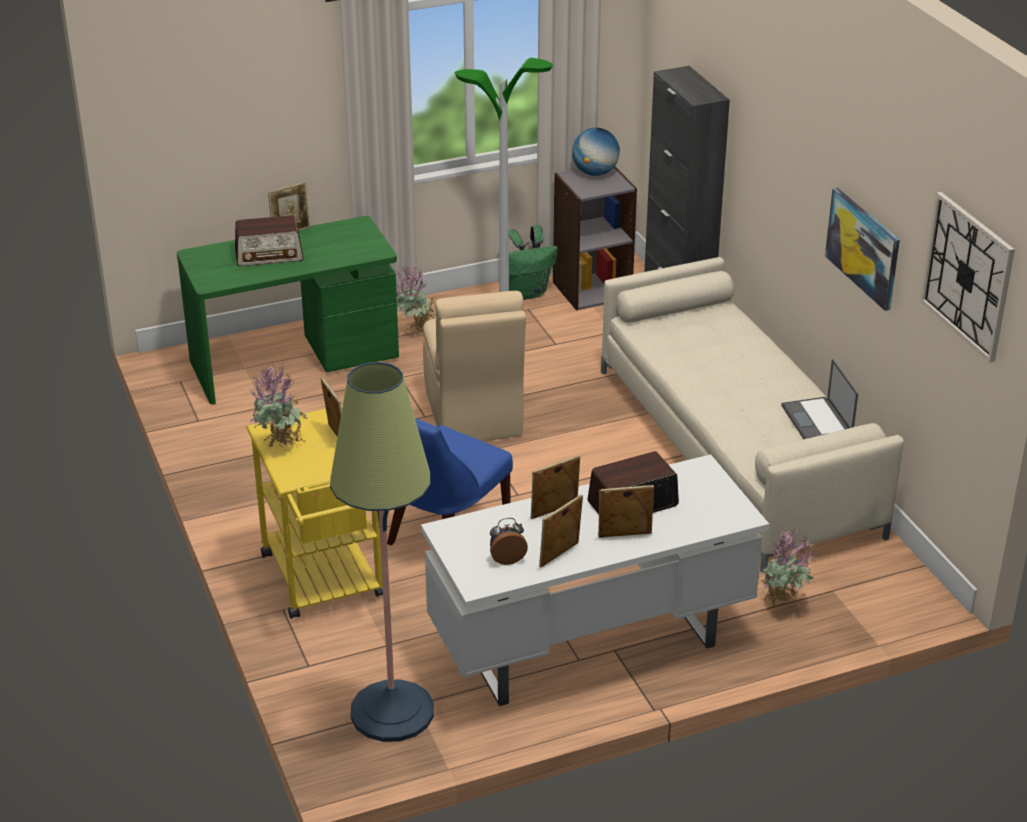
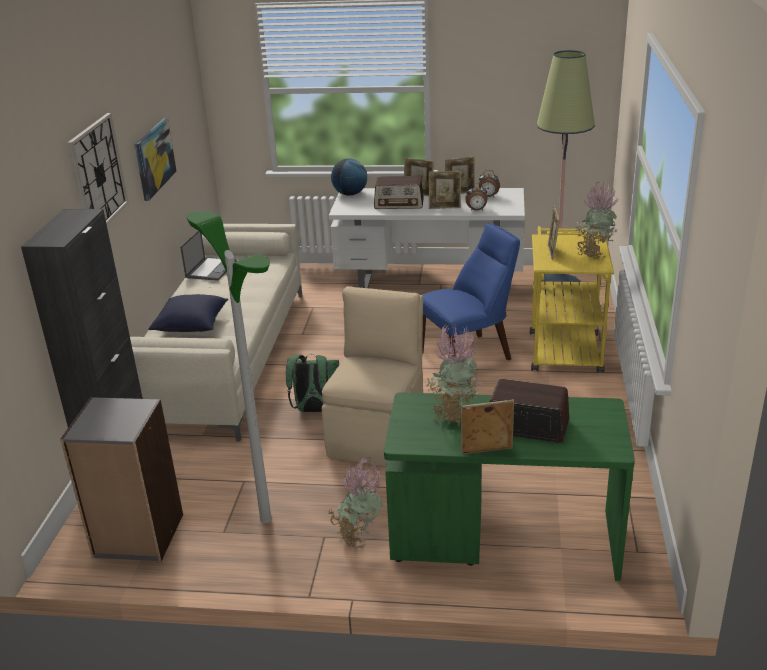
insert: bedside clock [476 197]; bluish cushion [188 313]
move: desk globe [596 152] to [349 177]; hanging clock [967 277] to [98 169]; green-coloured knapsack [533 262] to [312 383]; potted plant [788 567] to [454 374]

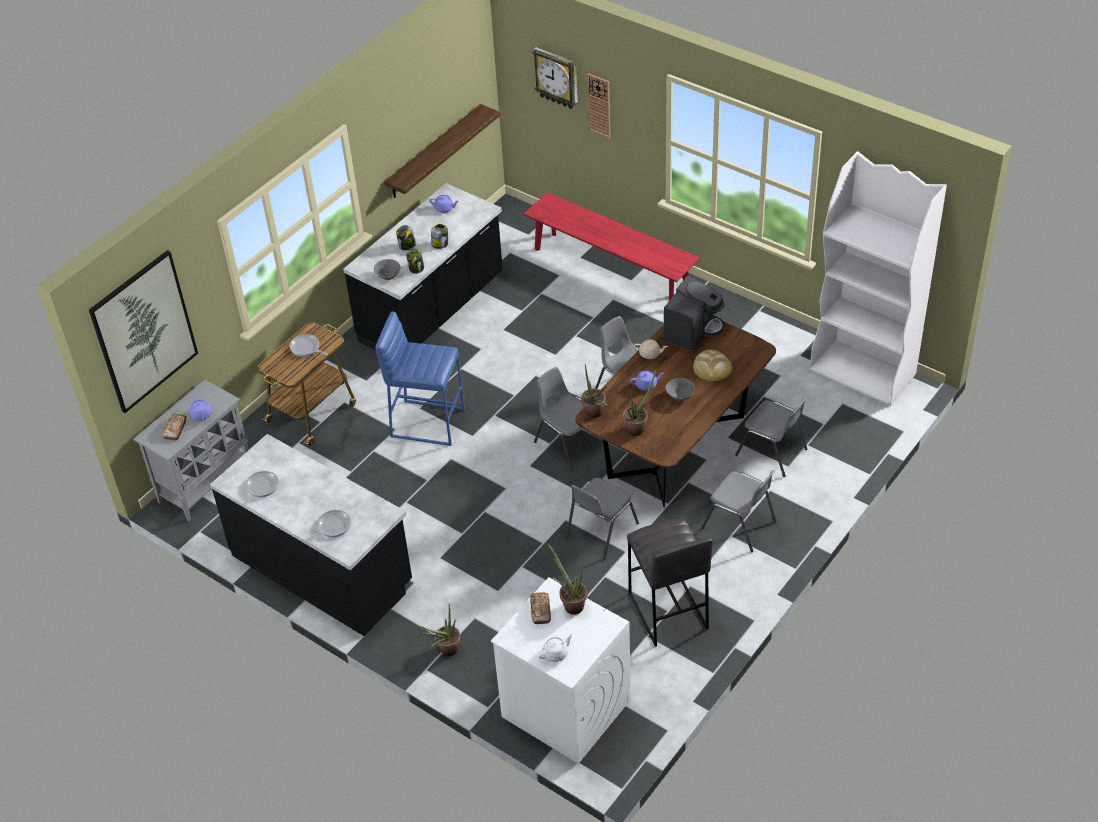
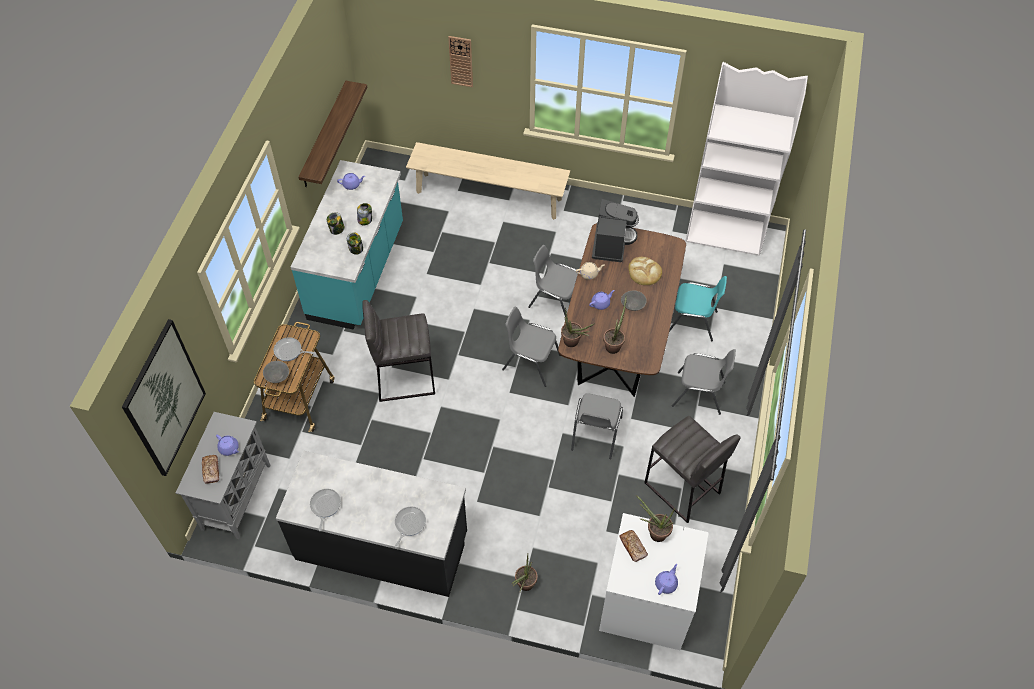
delete: hanging clock [555 78]
move: grey deep dish [387 269] to [276 372]
recolor: black-coloured counter [423 266] to turquoise counter [347 245]; reddish bench [612 246] to beige bench [488 181]; bluish stool seat [420 379] to grey stool seat [398 351]; grey chair [771 436] to turquoise chair [698 308]; whitish pot for tea [556 648] to purple pot for tea [666 579]

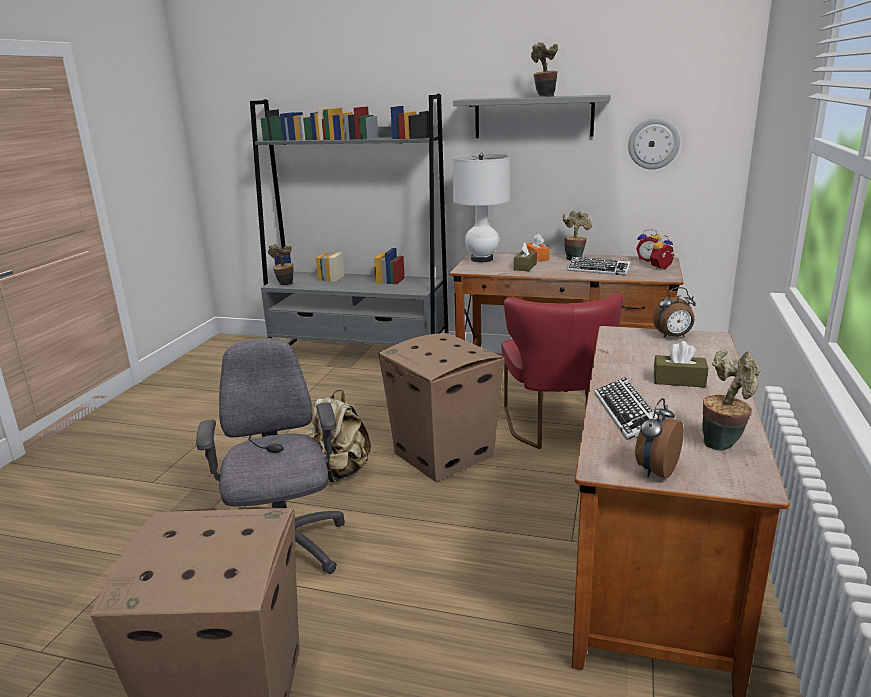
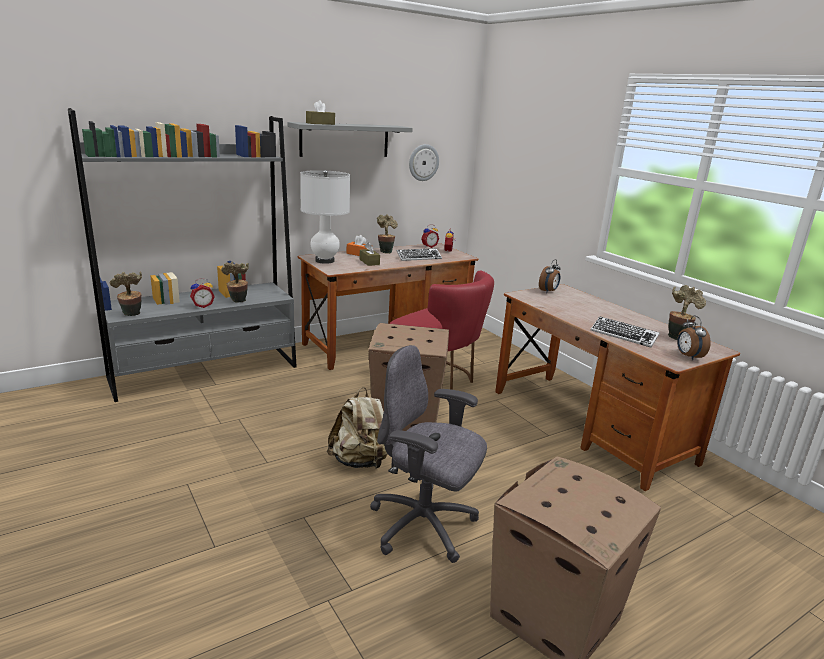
insert: bedside clock [202 293]
move: potted plant [544 69] to [235 281]; brownish box of tissues [681 364] to [320 112]

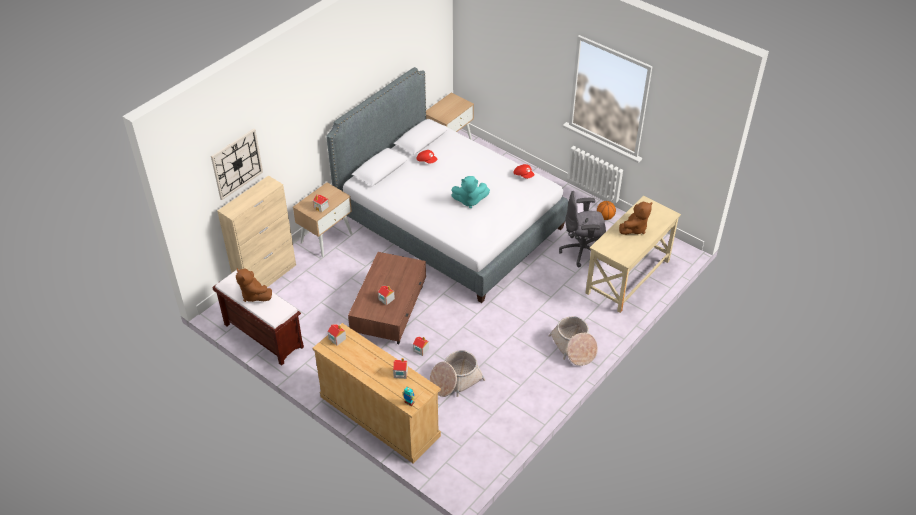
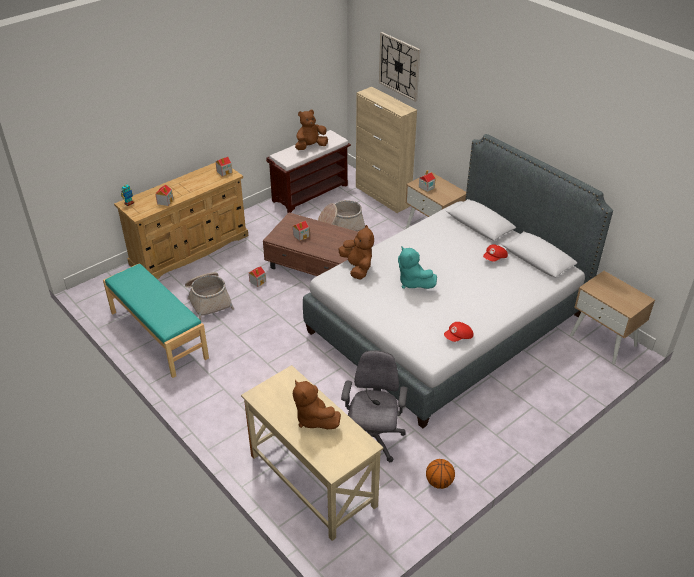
insert: brownish soft toy [356 252]; turquoise bench [156 321]
move: storage basket [573 341] to [341 216]
rotate: turquoise soft toy [470 192] = [417 268] 45 degrees counterclockwise

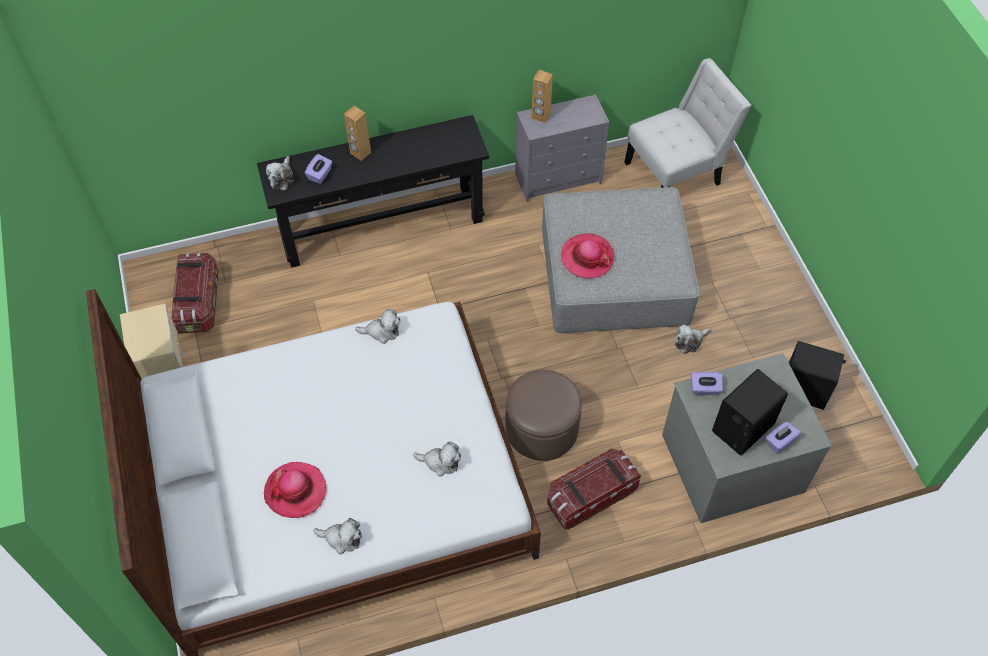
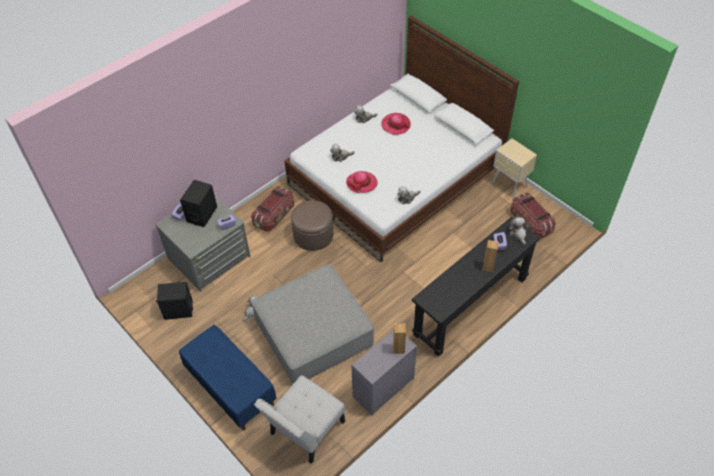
insert: bluish bench [227 378]
move: hat [587 255] to [362 182]

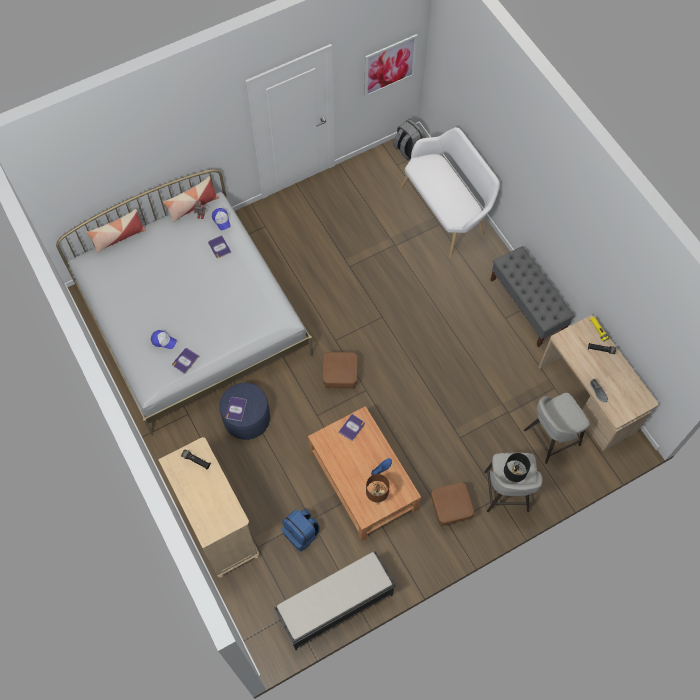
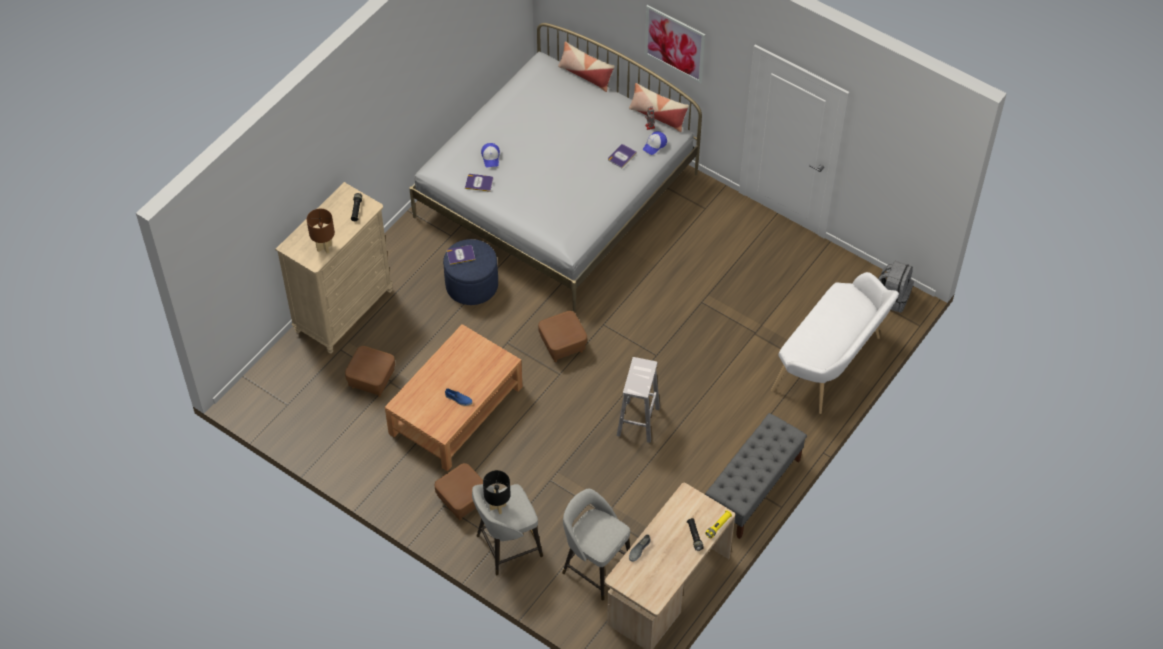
delete: volume [351 427]; black-coloured bench [335 600]
insert: whitish stool seat [638 400]
move: picture [391 65] to [675 44]; brownish lamp for a table [378 489] to [321 231]
replace: bluish knapsack [300 530] to brownish ottoman [370 371]

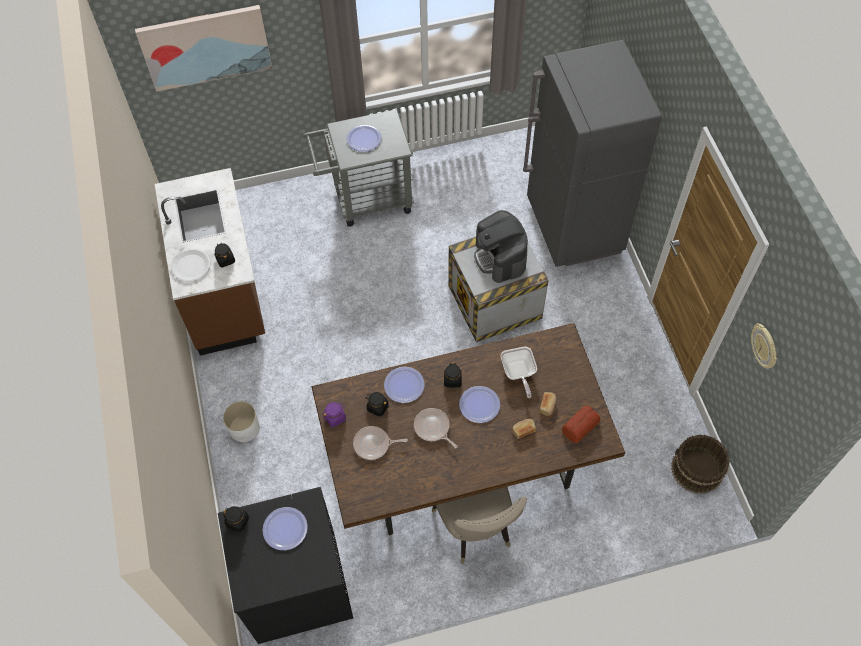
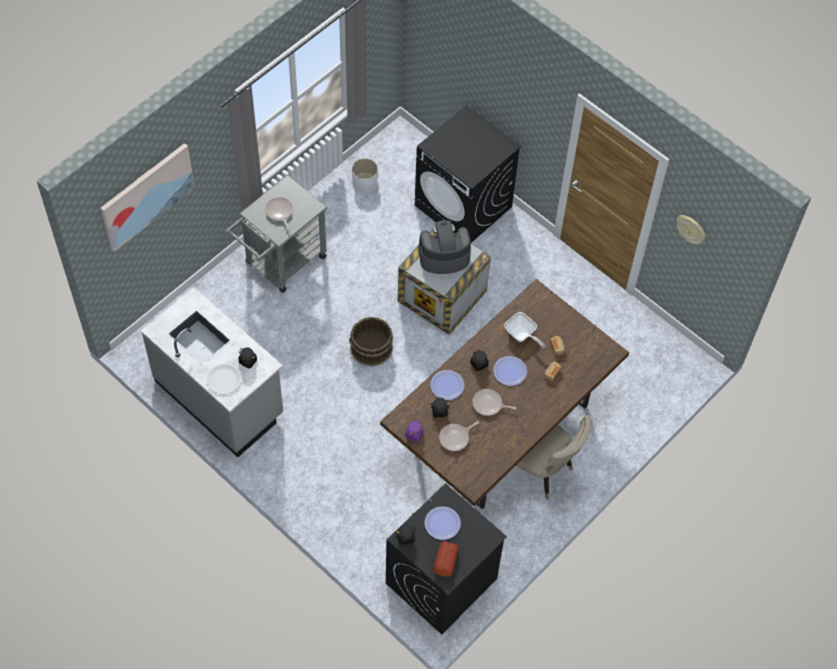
move: whitish planter [241 422] to [365 175]; bread [581 424] to [446 559]; brownish pail [700 464] to [371 341]
replace: grey refrigerator [592 153] to black-coloured laundry appliance [468 174]; plate [364 138] to frying pan [279 213]
recolor: brownish counter [210 261] to grey counter [212 372]
rotate: coffee brewer [501 246] = [445 247] 135 degrees clockwise

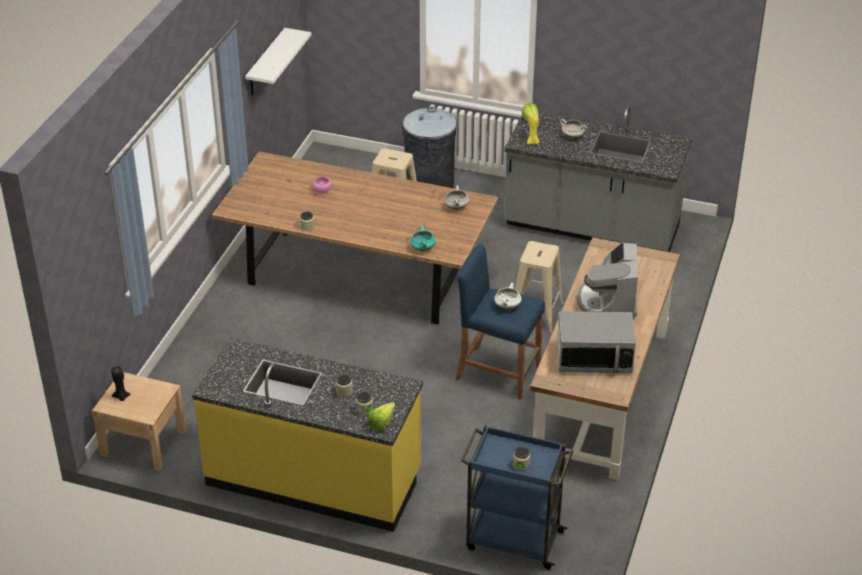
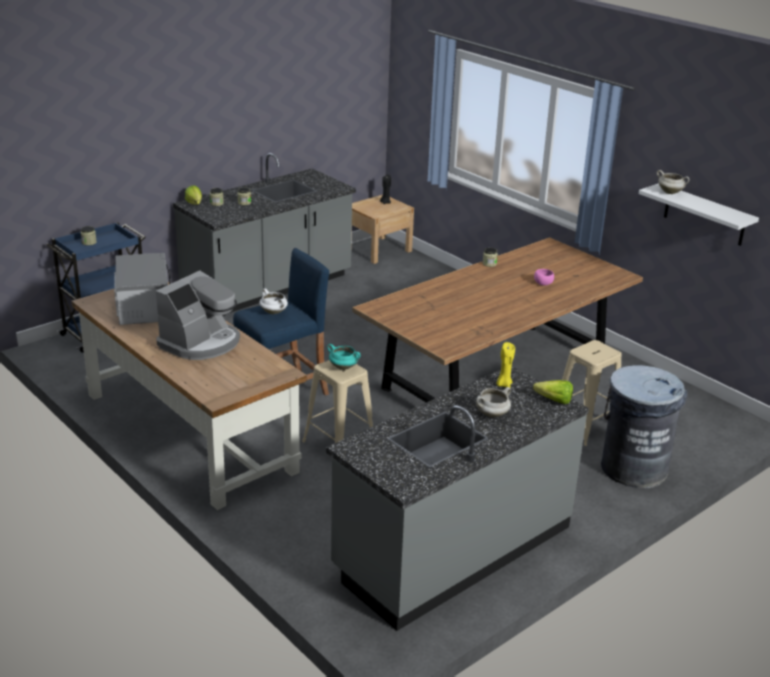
move: whitish cooking pot [456 197] to [673 182]; turquoise cooking pot [423 239] to [344 357]
recolor: yellow-coloured counter [307 435] to grey counter [264 233]
rotate: coffee brewer [607 280] = [198 315] 90 degrees clockwise; kitchen microwave [596 342] = [142 289] 135 degrees clockwise

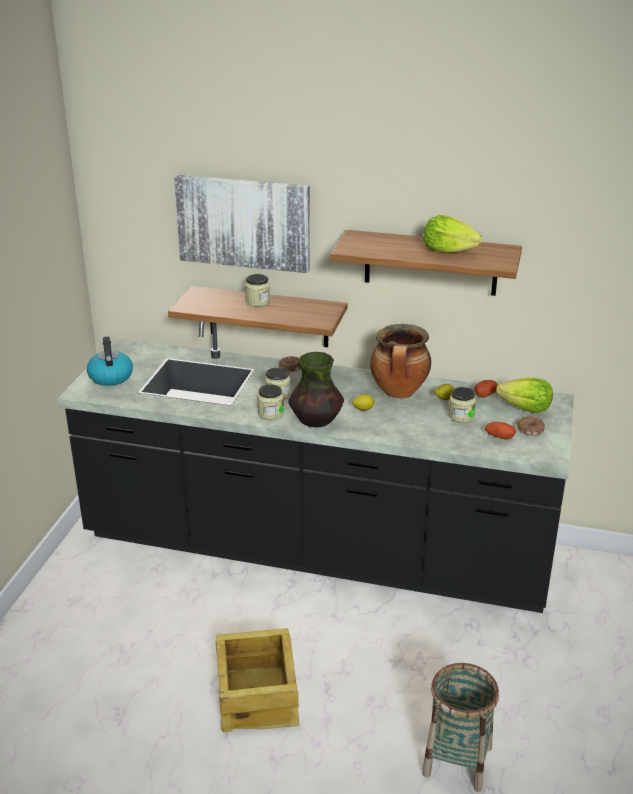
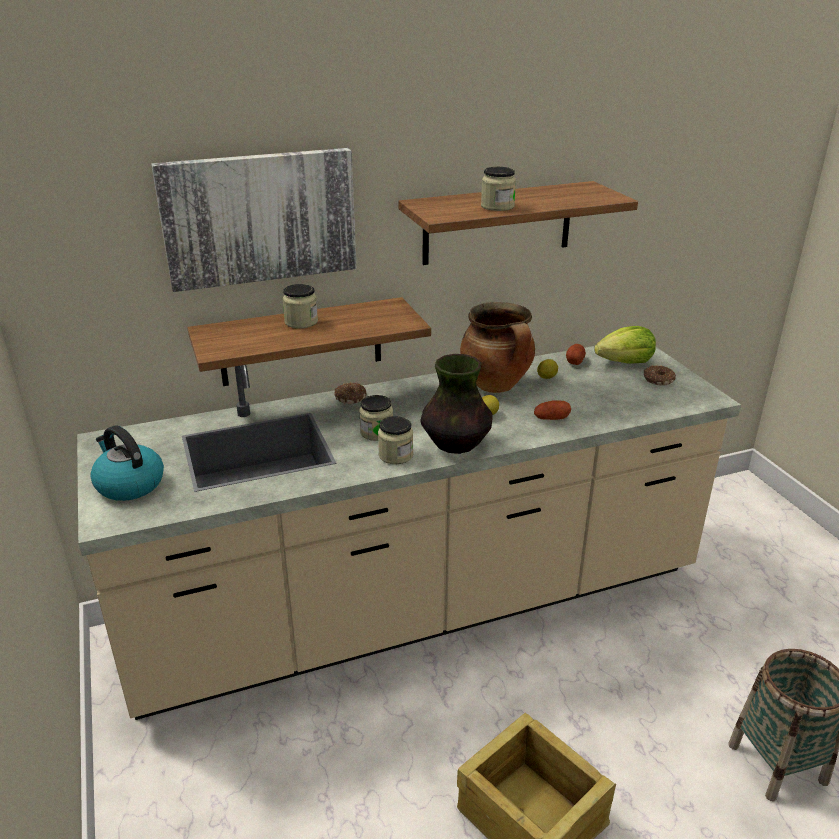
delete: lettuce head [452 234]
move: preserve jar [462 405] to [498 189]; whole potato [500 431] to [552 410]
recolor: black-coloured counter [315 467] to beige counter [409 533]

